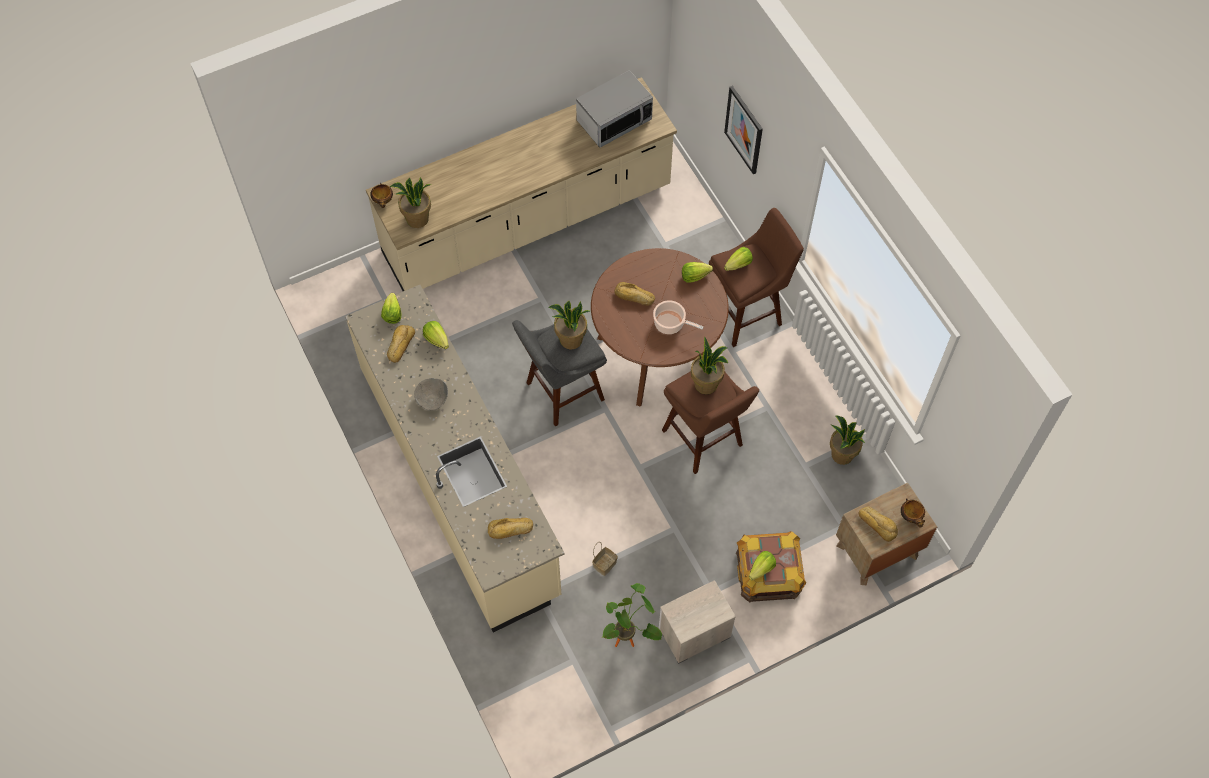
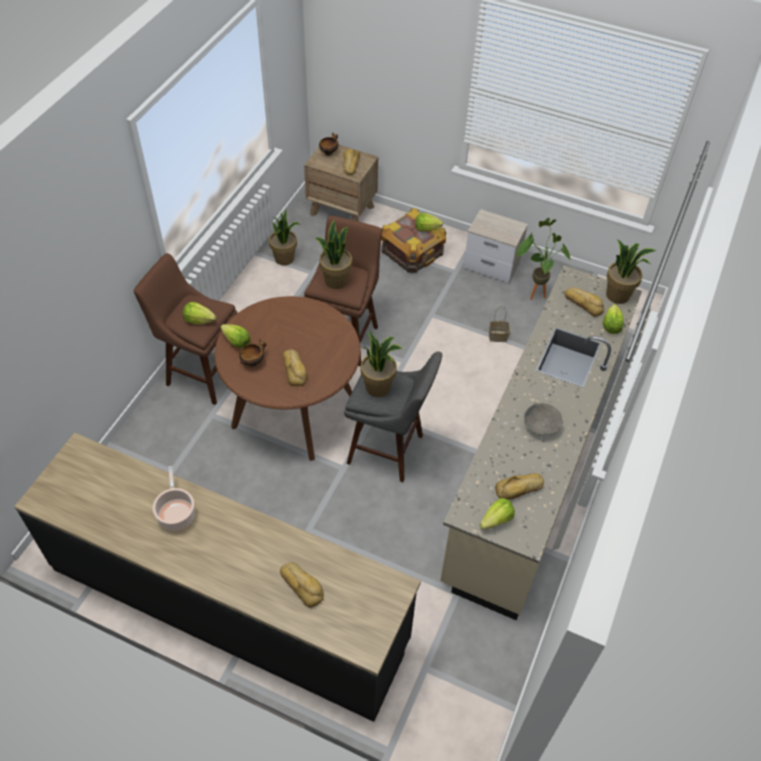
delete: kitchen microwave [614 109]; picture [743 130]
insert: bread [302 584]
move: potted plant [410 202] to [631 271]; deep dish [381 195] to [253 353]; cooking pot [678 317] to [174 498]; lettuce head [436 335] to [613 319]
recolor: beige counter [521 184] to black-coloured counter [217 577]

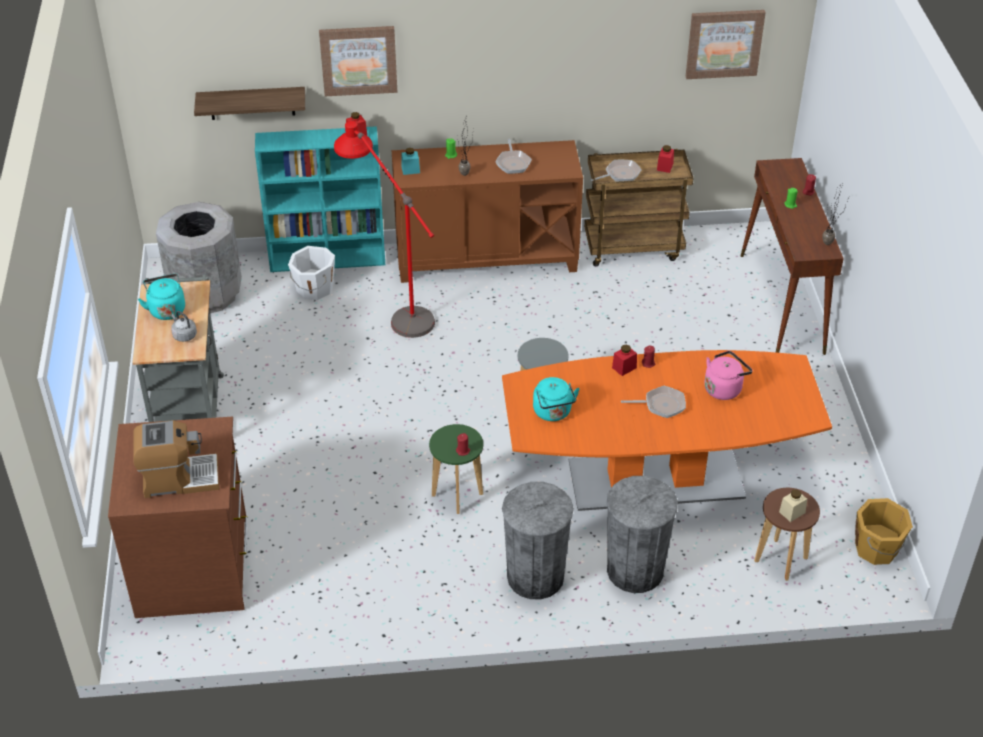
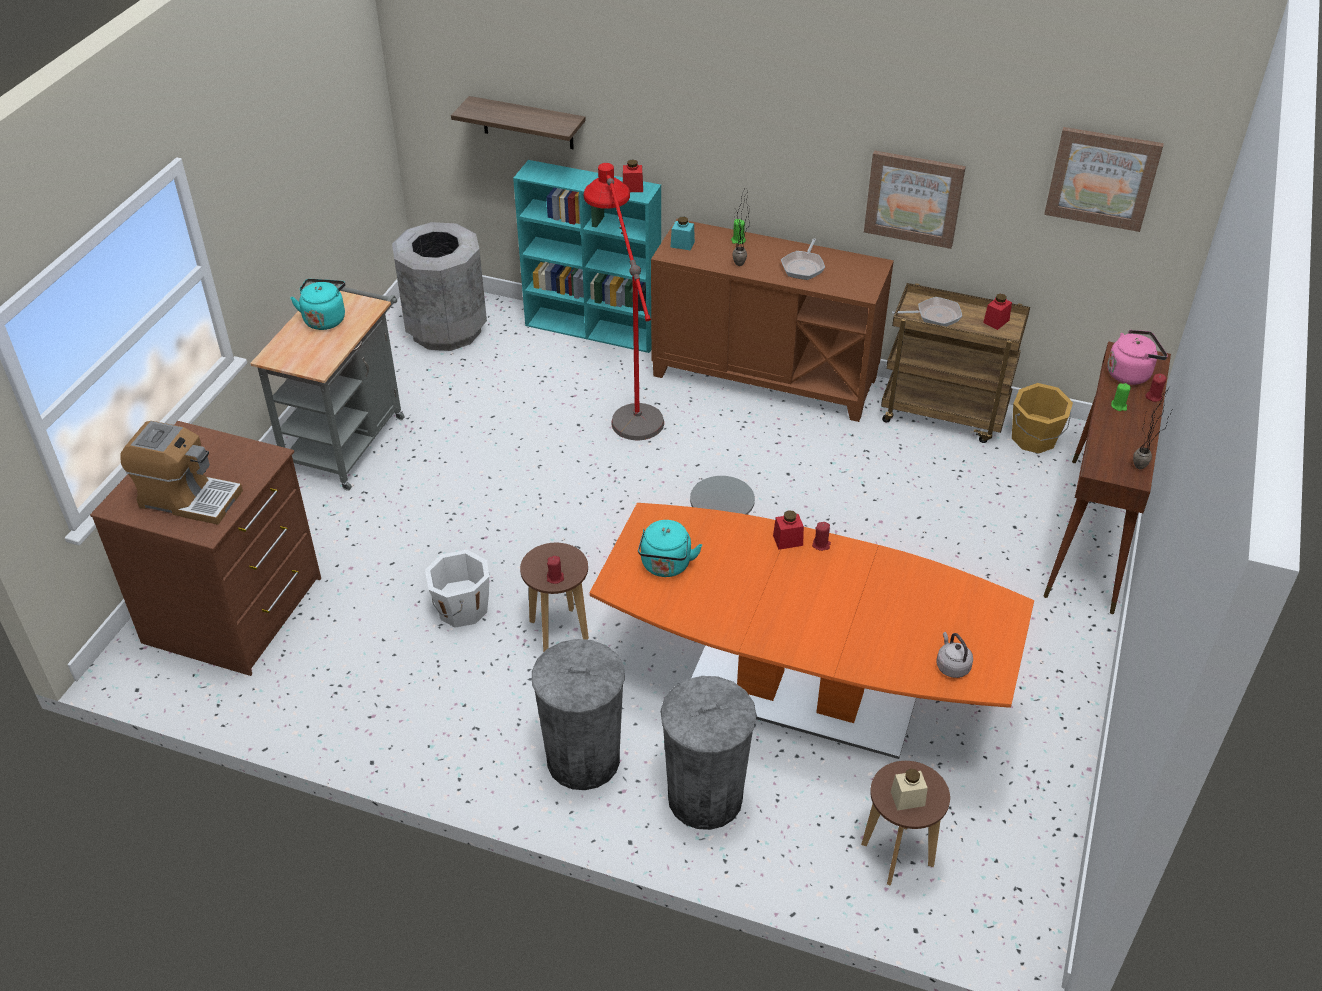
delete: frying pan [653 402]
move: picture [358 61] to [915 199]; whitish pail [311 273] to [457 589]; grey kettle [184 326] to [954 655]; pink-coloured kettle [728 375] to [1137 357]; orange pail [884 531] to [1042 418]
recolor: green-coloured stool seat [456 469] to brownish stool seat [554 597]

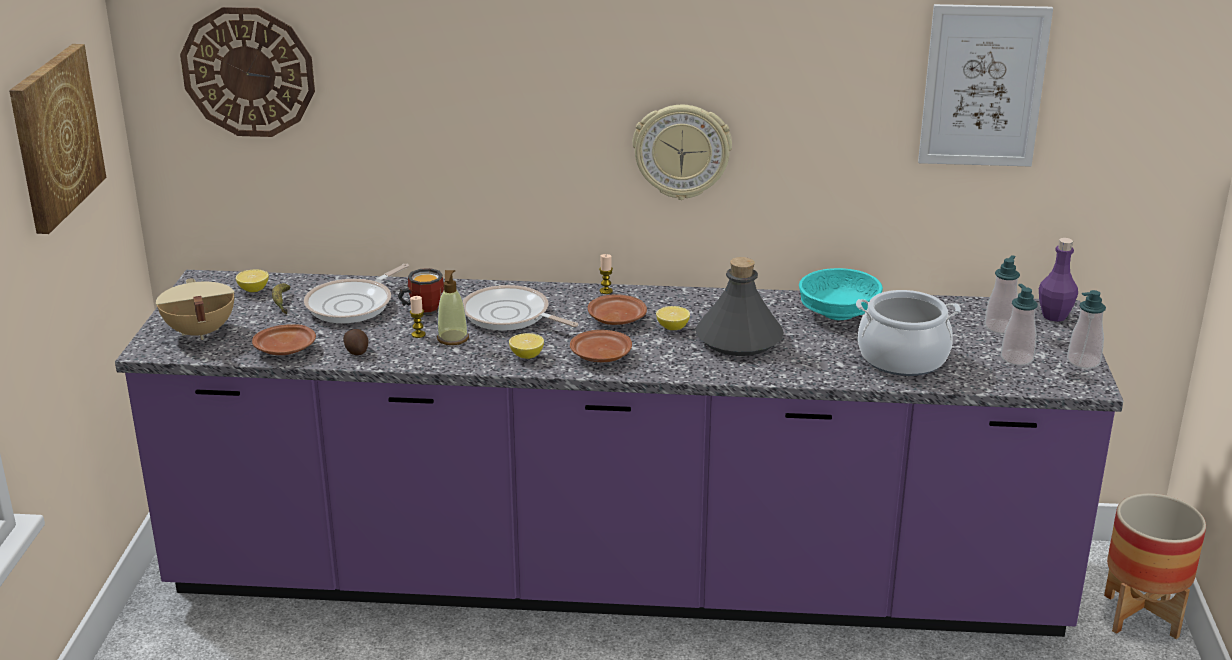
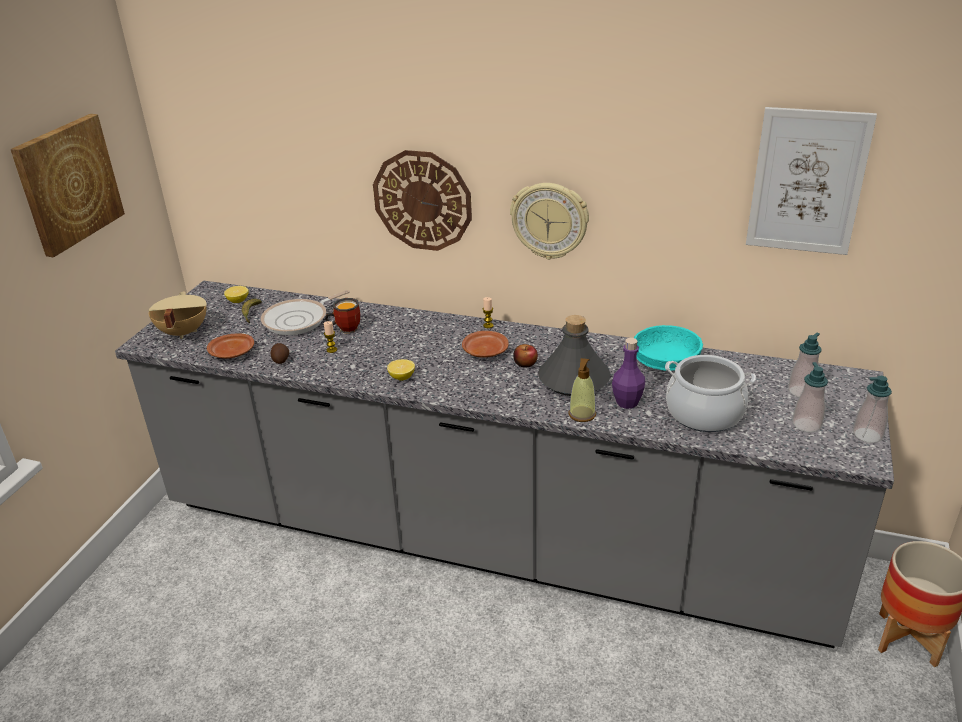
delete: frying pan [520 308]; brownish plate [601 346]
move: hanging clock [247 72] to [422 200]; purple drink bottle [1058 280] to [628 373]; soap bottle [453 307] to [582 390]
replace: whole lemon [673 318] to apple fruit [525 356]
recolor: purple counter [619 453] to grey counter [504 464]

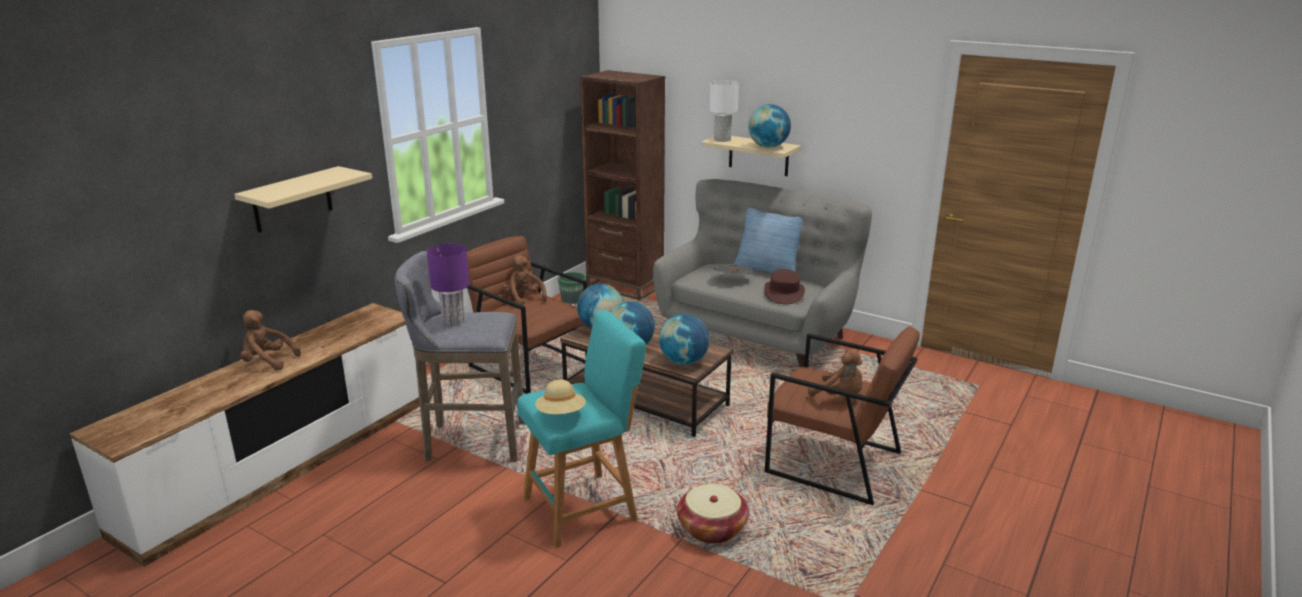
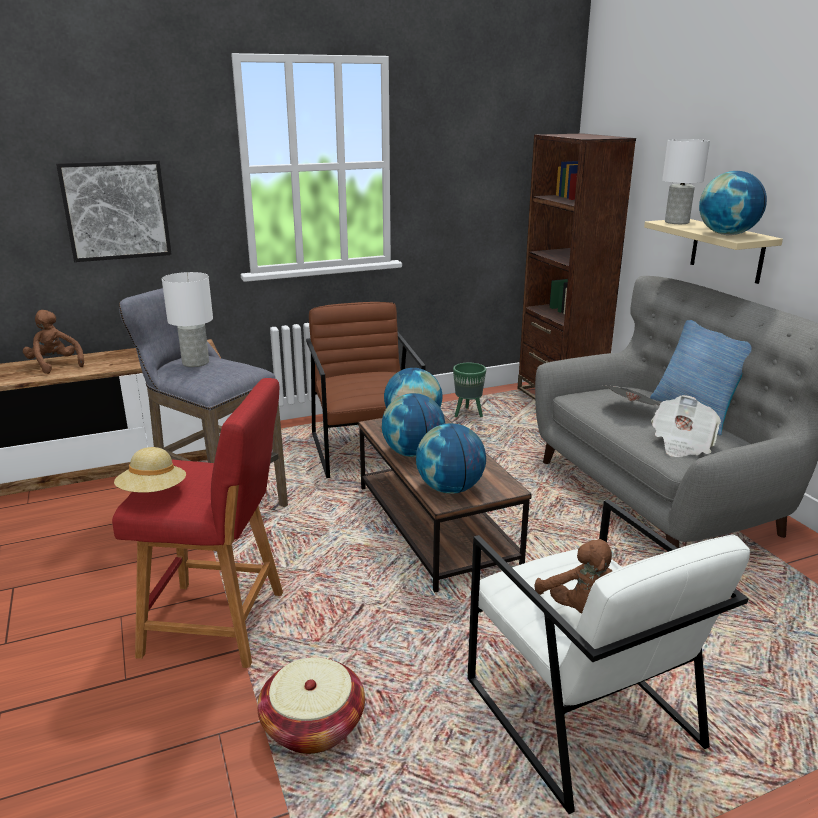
delete: brownish soft toy [524 280]
replace: beige shelf [303 199] to picture [114 211]; brownish hat [784 286] to printed paper [686 426]
recolor: purple lamp for a table [448 284] to whitish lamp for a table [187 319]; turquoise stool seat [581 429] to reddish stool seat [197 523]; brownish armchair [842 415] to whitish armchair [609 656]

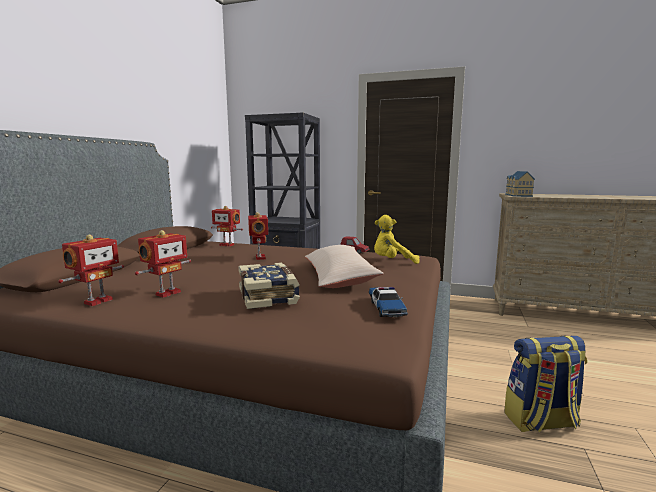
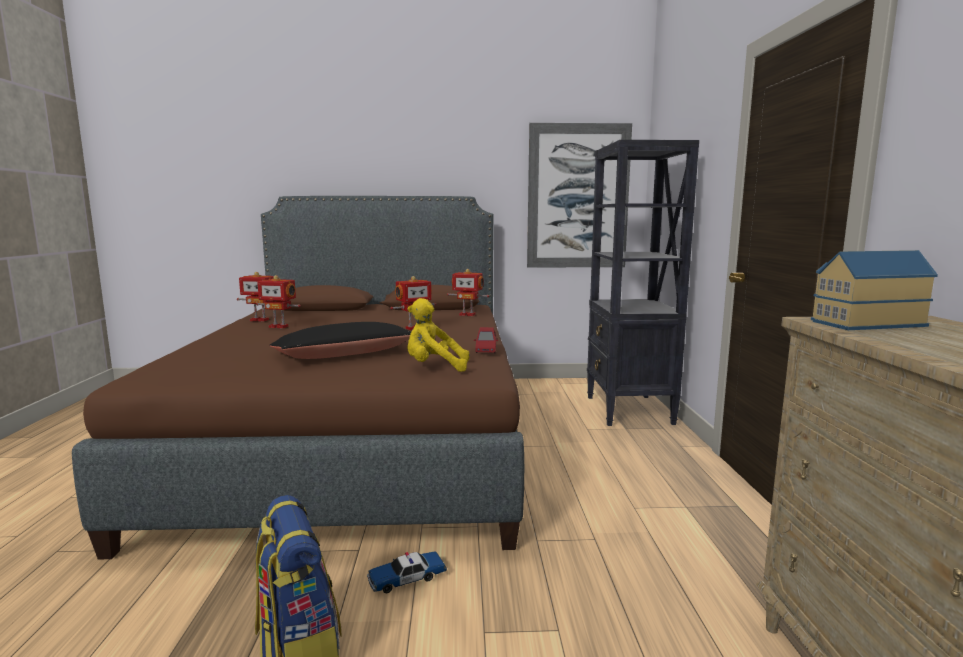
delete: volume [269 285]
insert: picture [579 195]
move: miniature car [388 302] to [407 572]
recolor: beige cushion [344 266] to black-coloured cushion [340 340]
rotate: toy robot [227 226] = [468 292] 75 degrees counterclockwise; yellow-coloured soft toy [397 239] = [438 335] 60 degrees counterclockwise

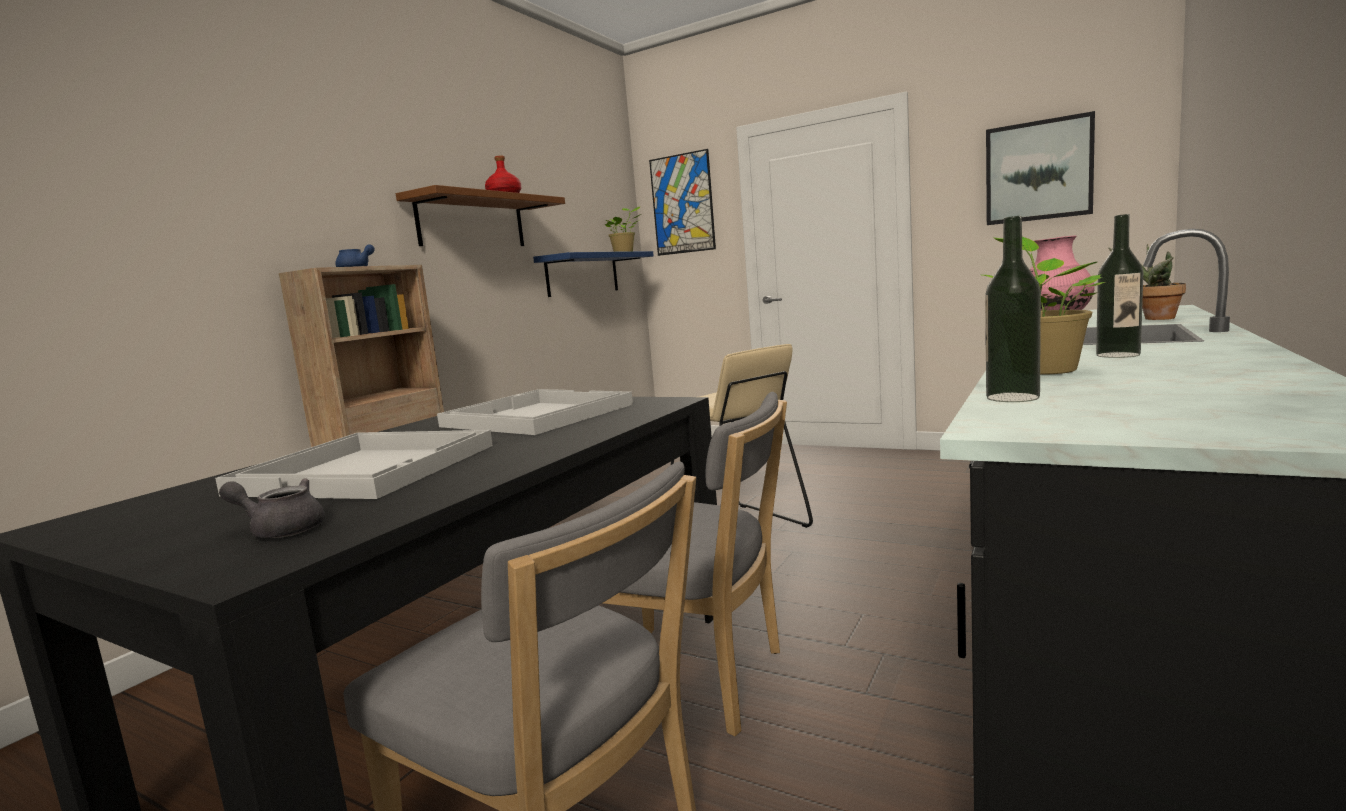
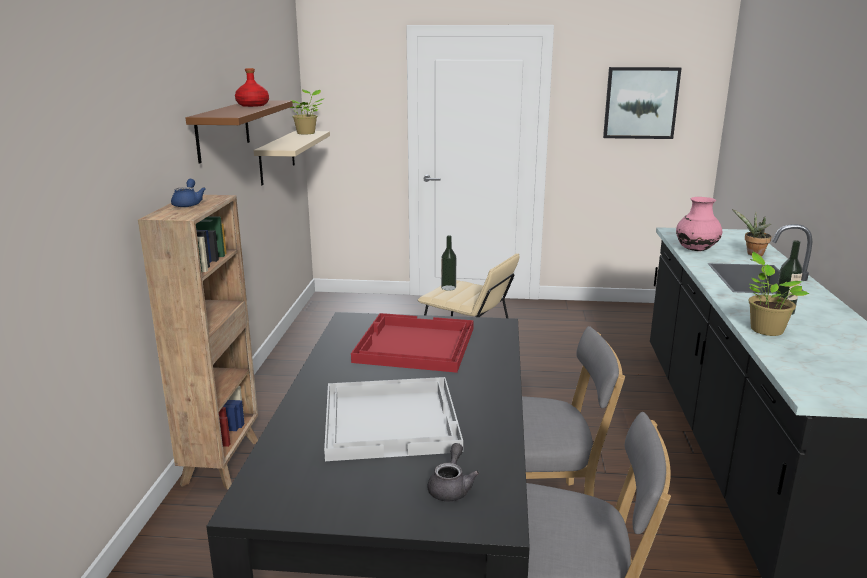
delete: picture [682 202]
move: drink bottle [1013 309] to [448 263]
recolor: bluish shelf [593 274] to beige shelf [292 158]; whitish carrying tray [535 412] to reddish carrying tray [412 343]
rotate: grey pot for tea [272 508] = [453 472] 120 degrees clockwise

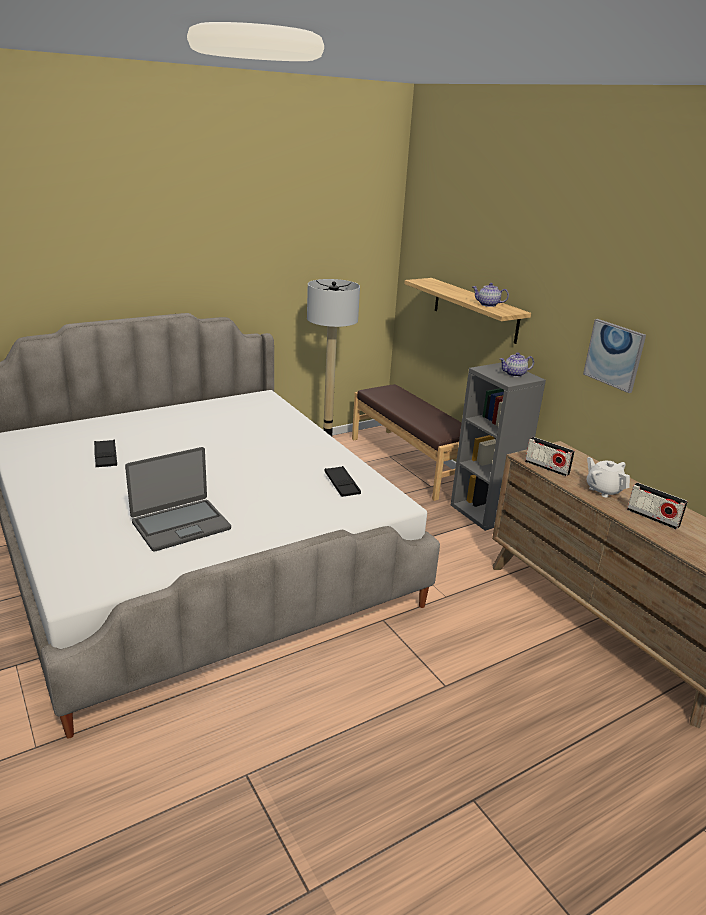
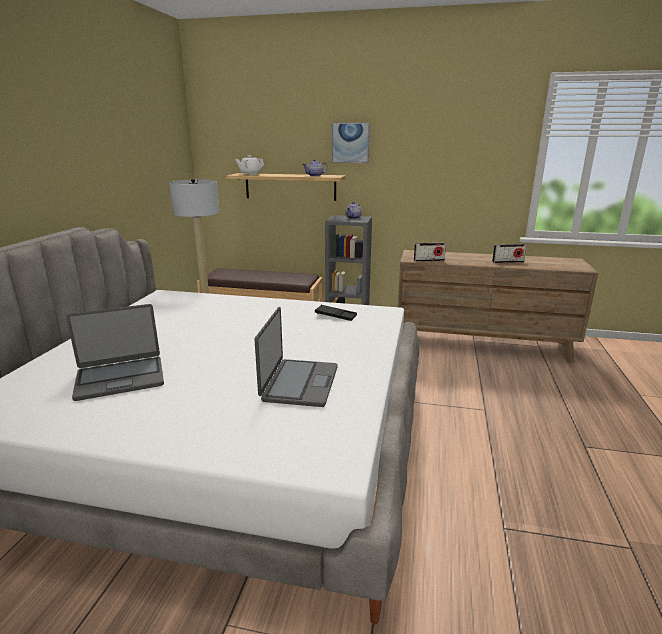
move: picture [614 356] to [351 142]; whitish pot for tea [608 477] to [249 165]
replace: black-coloured carrying tray [105 453] to laptop [115 352]

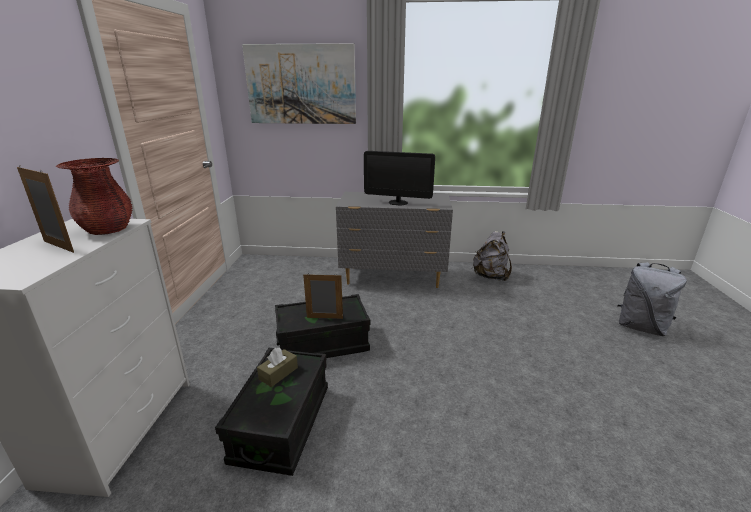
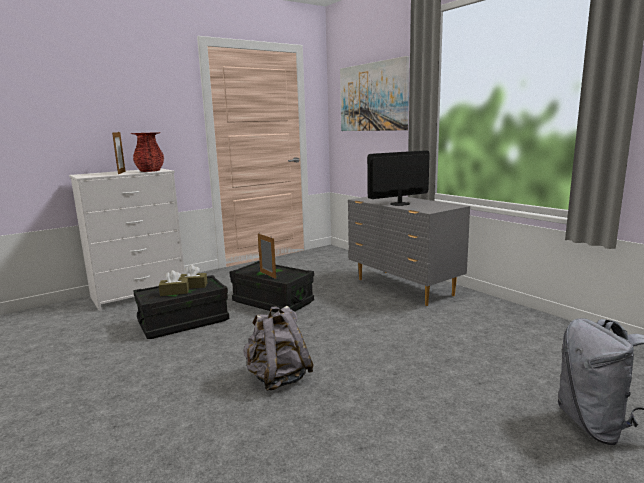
insert: brownish box of tissues [174 283]
move: grey knapsack [492 256] to [278 348]
rotate: computer screen [399 178] = [398 178] 90 degrees clockwise

